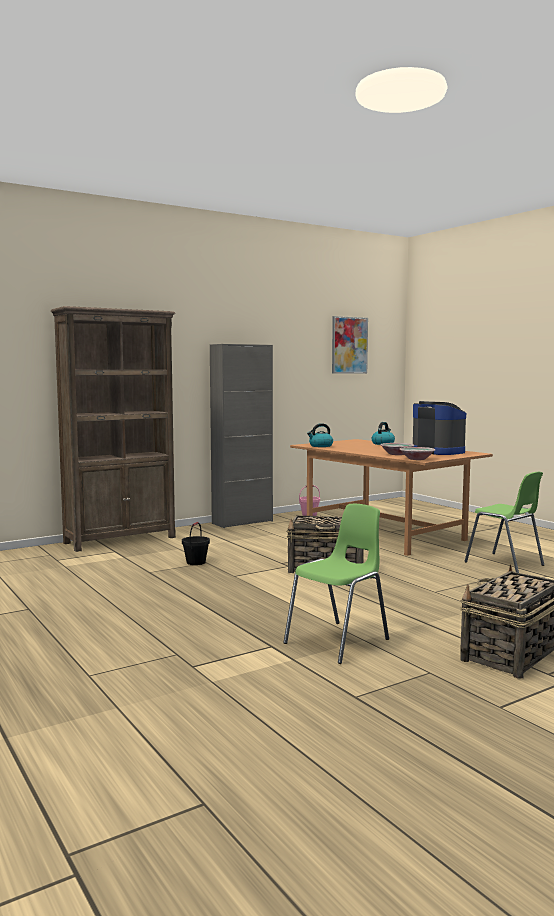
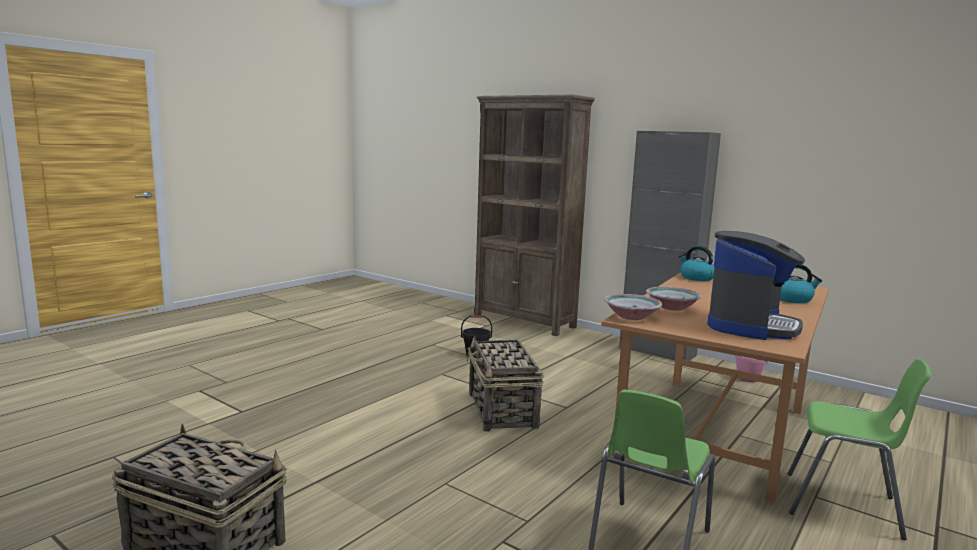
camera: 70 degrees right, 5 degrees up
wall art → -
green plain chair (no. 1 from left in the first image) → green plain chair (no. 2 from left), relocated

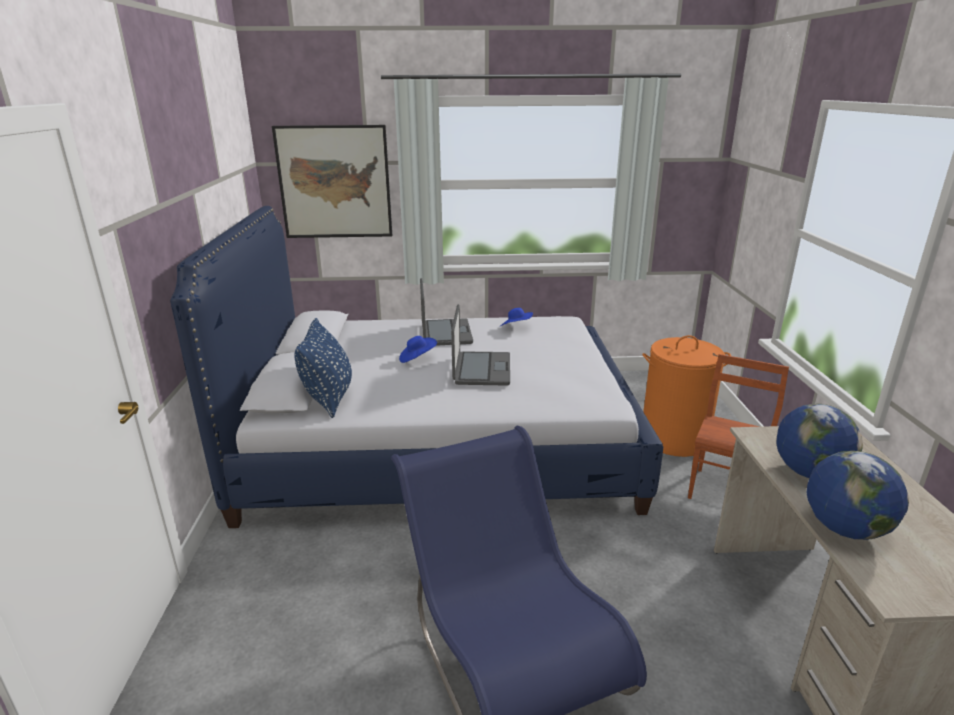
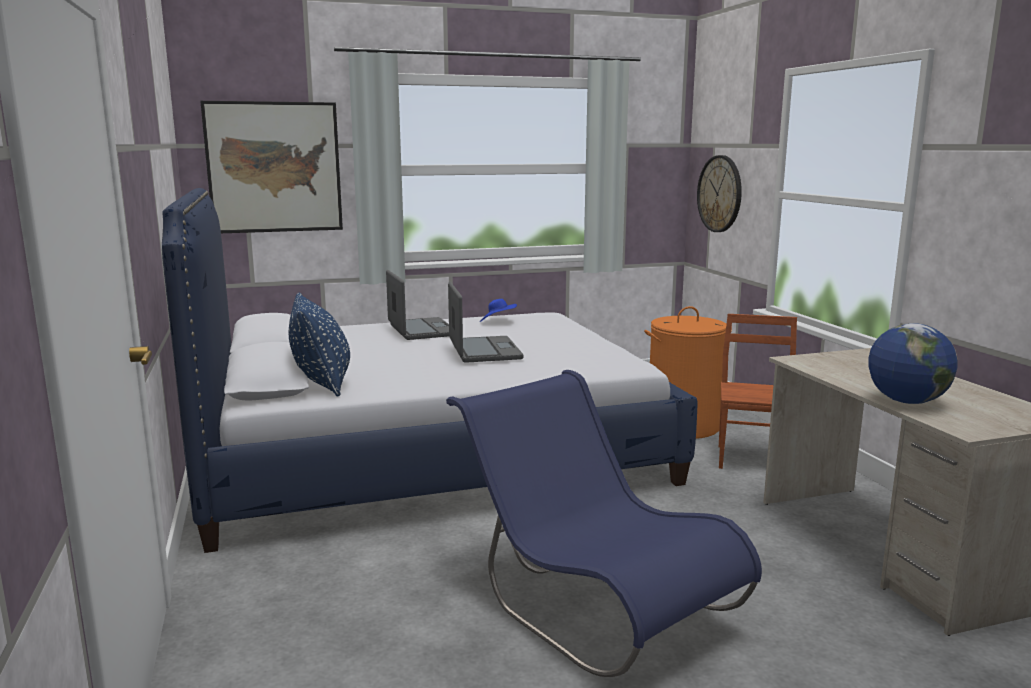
camera: 15 degrees left, 10 degrees down
blue wearable hat (no. 1 from left) → -
desk globe (no. 1 from left) → -
- → clock on the wall

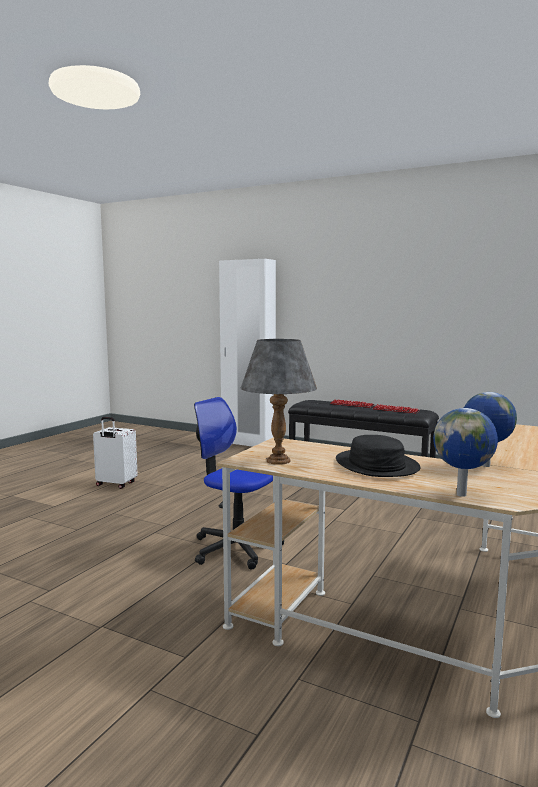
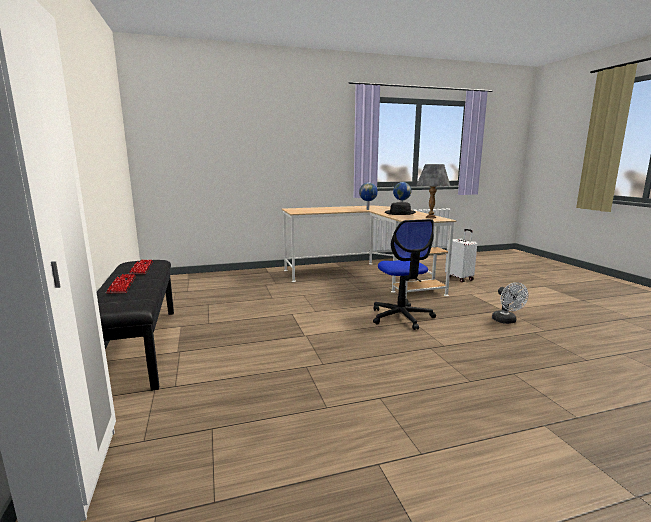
camera: 135 degrees left, 5 degrees up
whitish piece of luggage, relocated
- → whitish fan

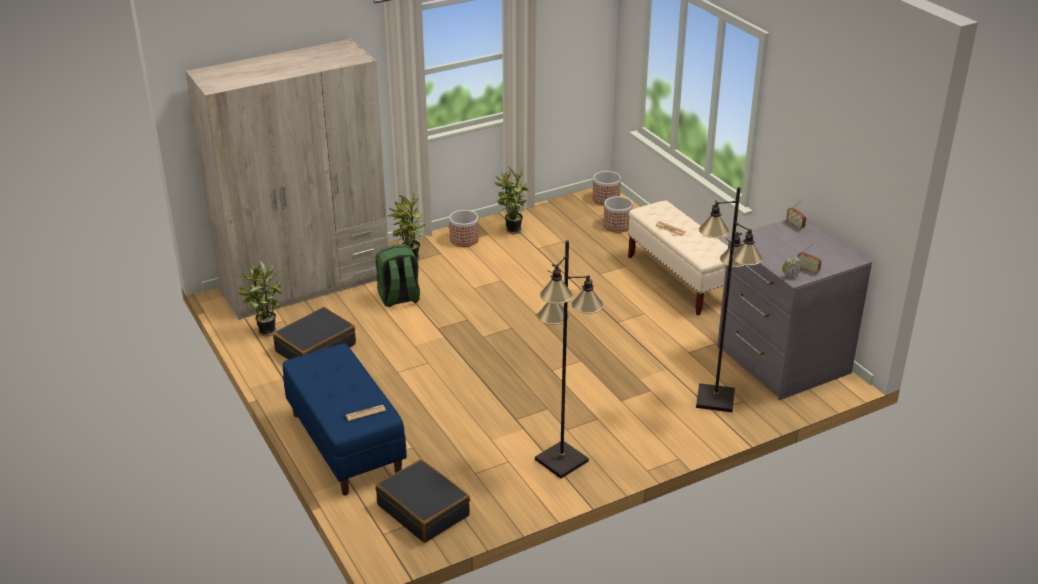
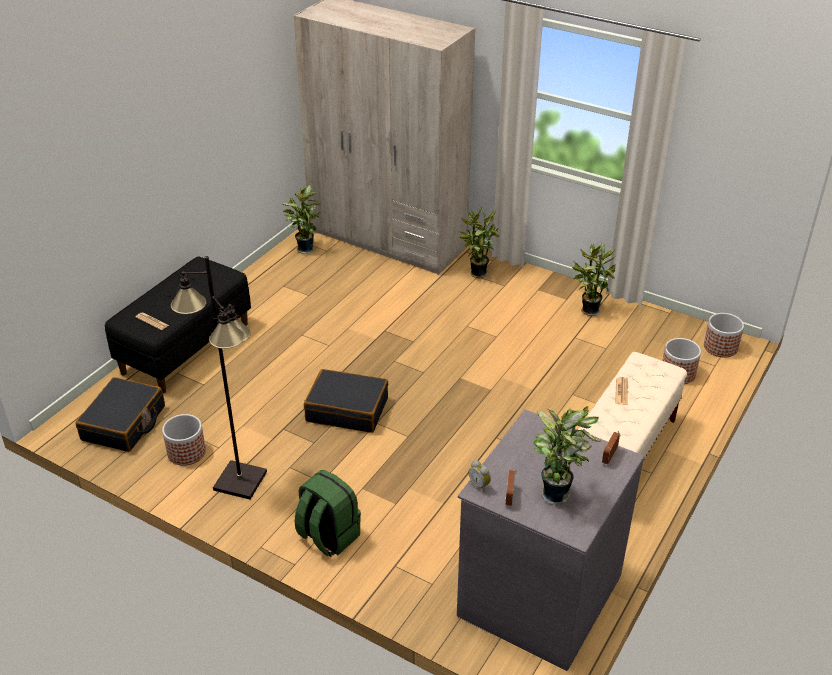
camera: 60 degrees right, 5 degrees up
black standing lamp (no. 2 from left) → -
planter (no. 1 from left), relocated
green rucksack, relocated
black piece of luggage (no. 1 from left in the first image) → black piece of luggage (no. 2 from left), relocated
blue bench → black bench
- → potted plant (no. 3 from left)

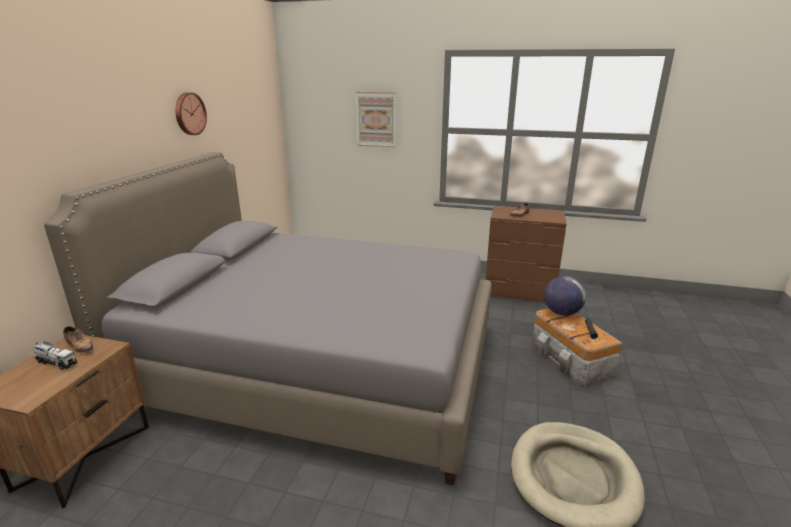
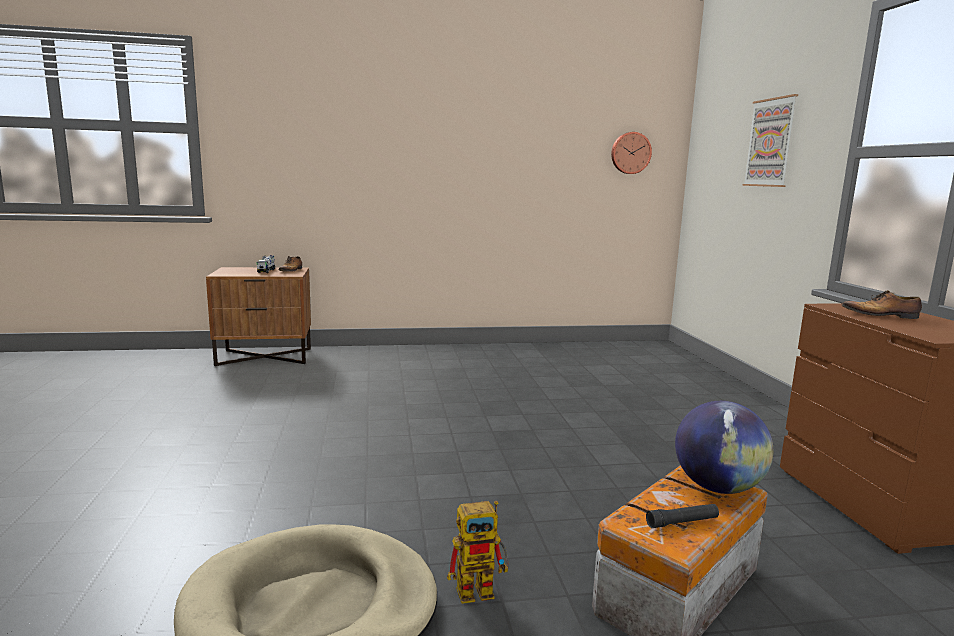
camera: 65 degrees right, 10 degrees down
clock on the wall, relocated
gray sleeping bed → -
- → model robot

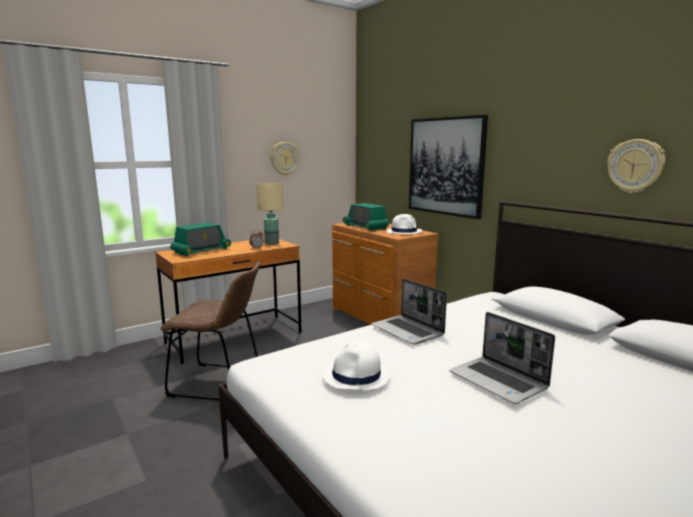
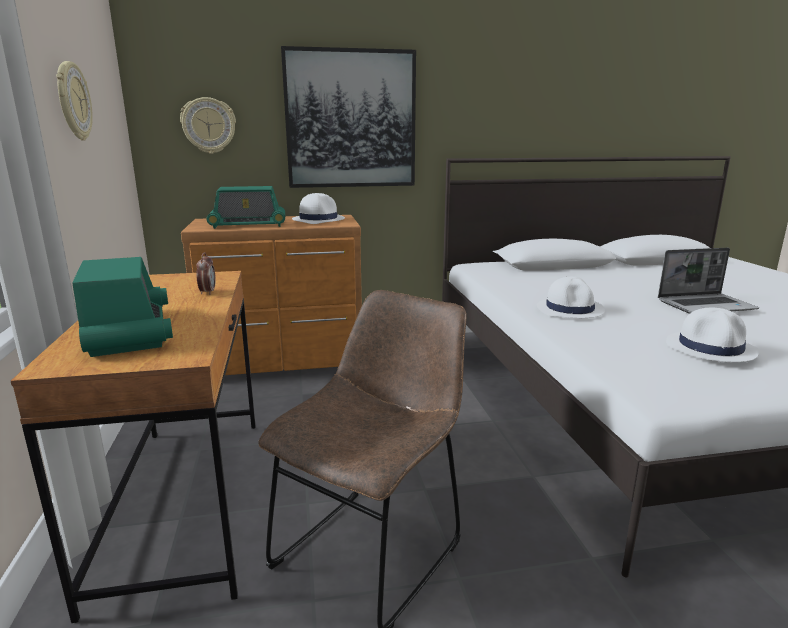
camera: 65 degrees left, 5 degrees up
clock on the wall (no. 2 from left), relocated
beige-coloured tabletop lamp → -
notebook computer (no. 1 from left) → whitish wearable hat (no. 2 from left)

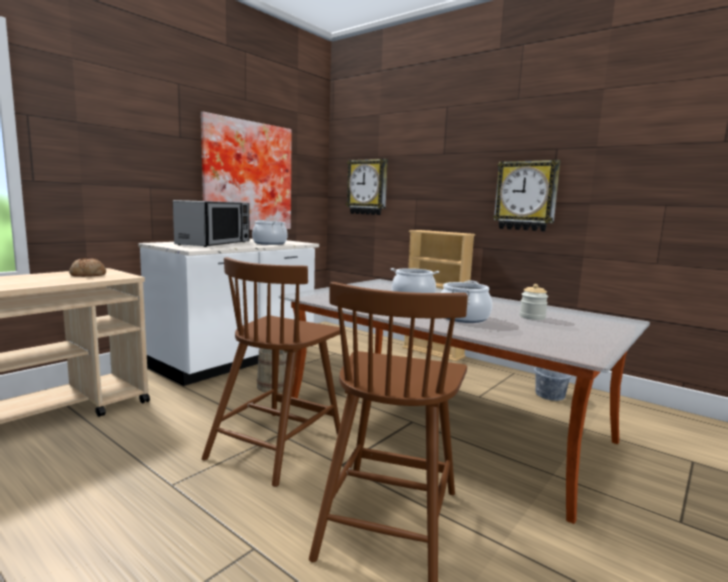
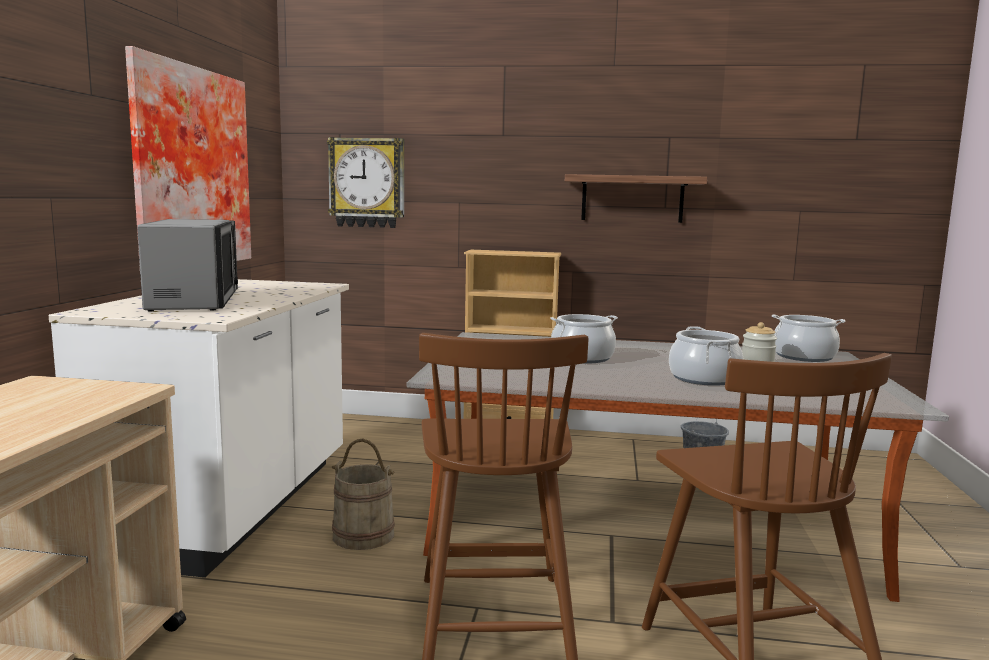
camera: 30 degrees left, 0 degrees up
clock on the wall (no. 2 from left) → bracket shelf
stockpot (no. 1 from left in the first image) → stockpot (no. 3 from left), relocated
bakery bread → -

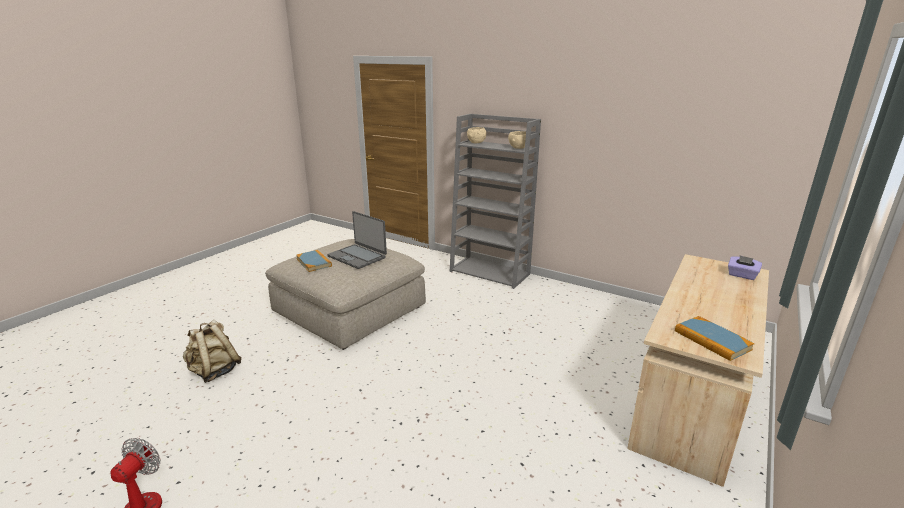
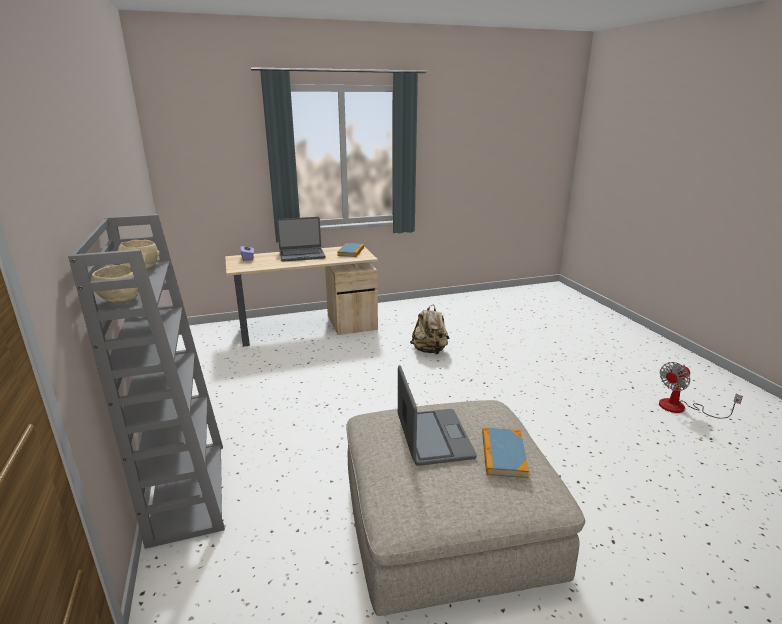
camera: 140 degrees left, 0 degrees up
beige-coloured rucksack, relocated
- → notebook computer (no. 1 from left)

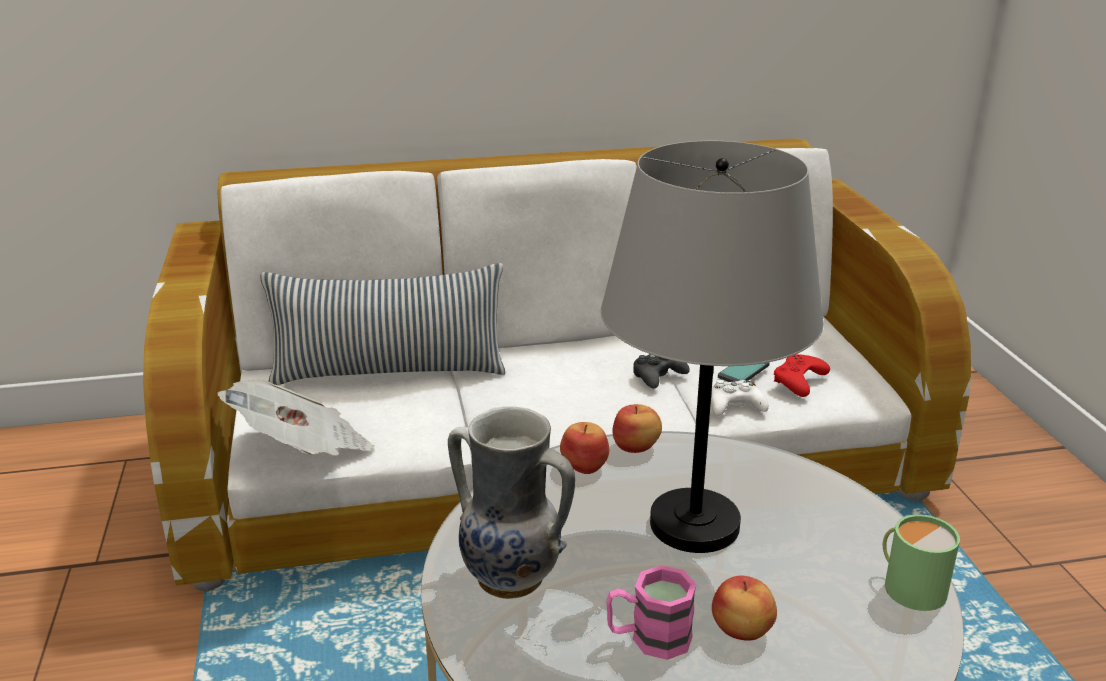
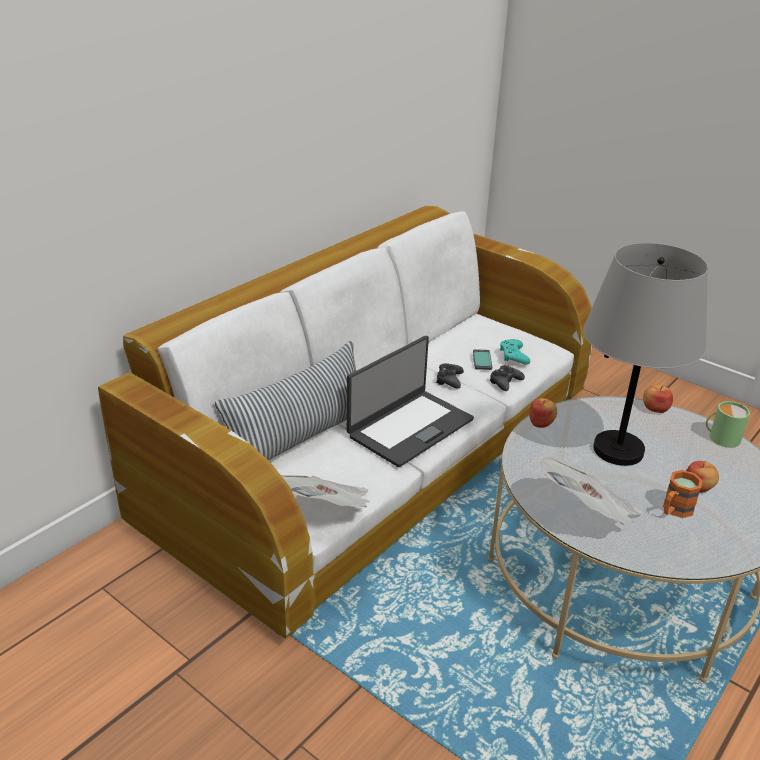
camera: 40 degrees left, 5 degrees up
red-coloured gamepad → turquoise-coloured gamepad
whitish gamepad → black gamepad (no. 2 from left)
decorative vase → daily paper (no. 2 from left)
apple (no. 1 from left in the first image) → apple (no. 2 from left), relocated
pinkish mug → orange-coloured mug
- → notebook computer

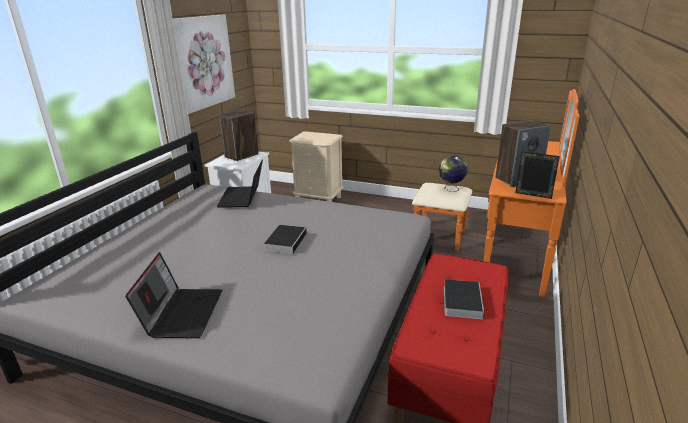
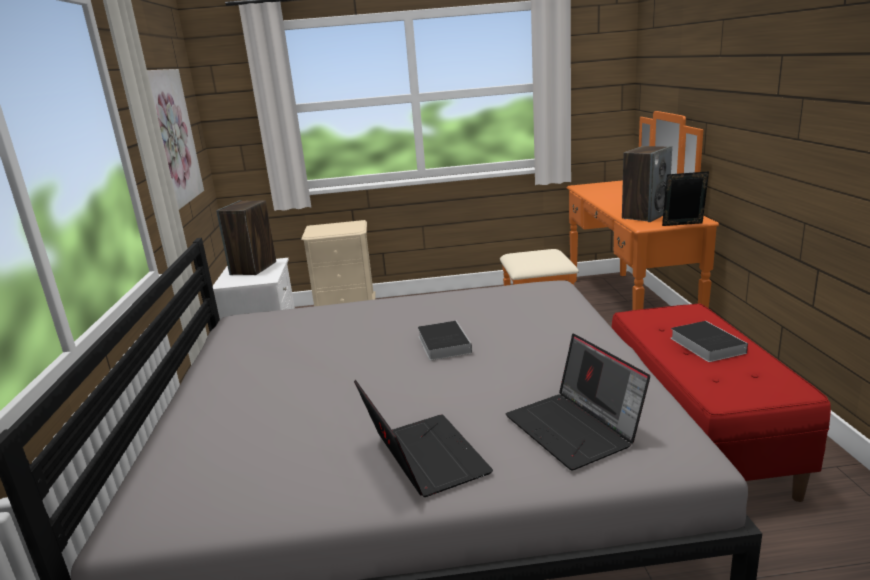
camera: 25 degrees left, 5 degrees down
desk globe → -
notebook computer (no. 2 from left), relocated

